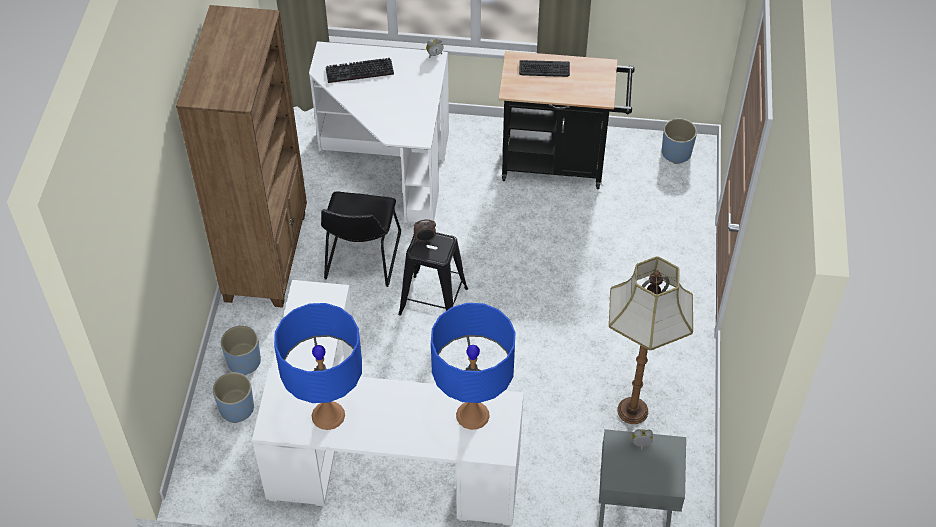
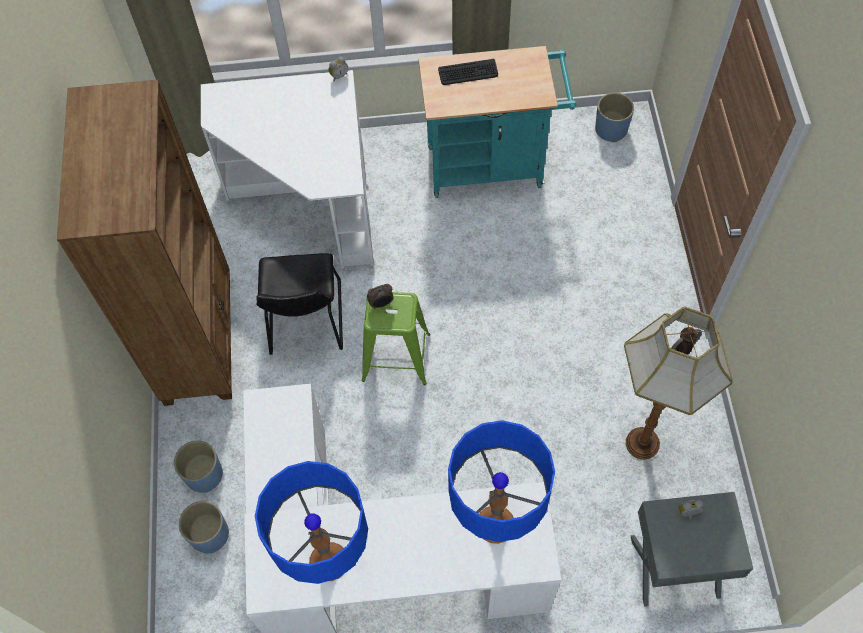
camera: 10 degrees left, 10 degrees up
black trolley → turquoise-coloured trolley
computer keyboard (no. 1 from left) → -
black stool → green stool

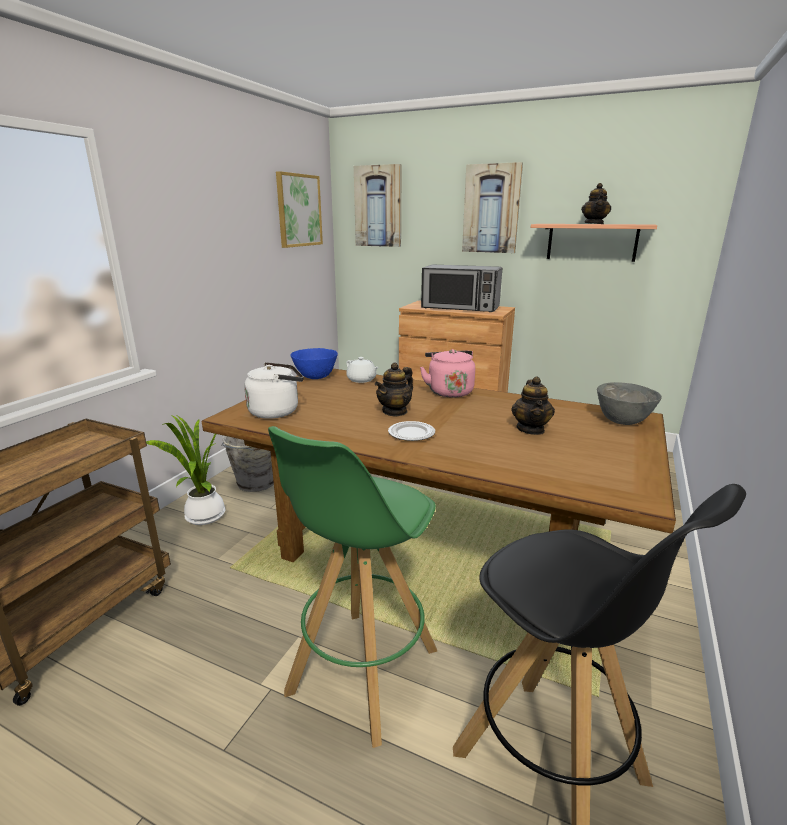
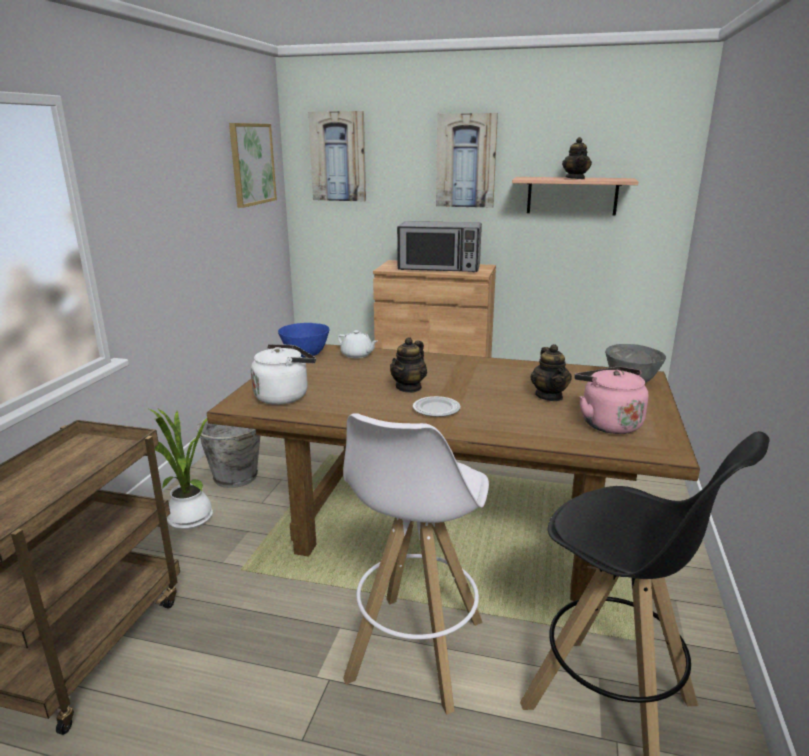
camera: 10 degrees left, 0 degrees up
pinkish kettle, relocated
green stool → whitish stool

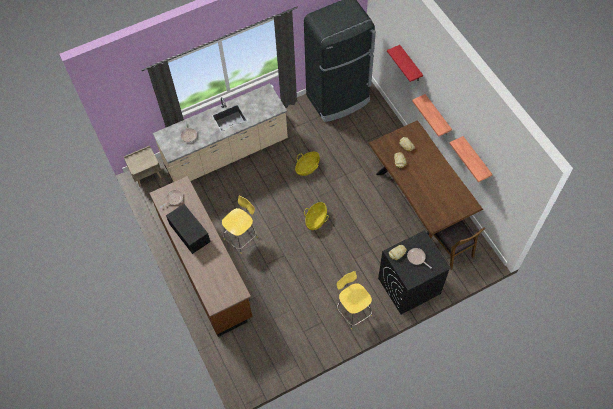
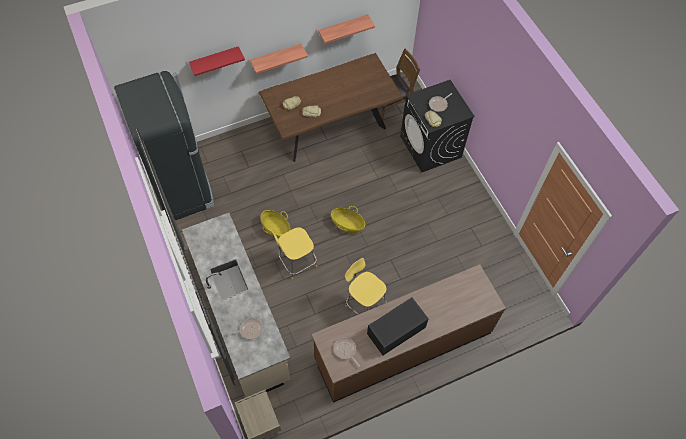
camera: 90 degrees left, 0 degrees up
yellowish stool (no. 2 from left in the first image) → yellowish stool (no. 1 from left), relocated

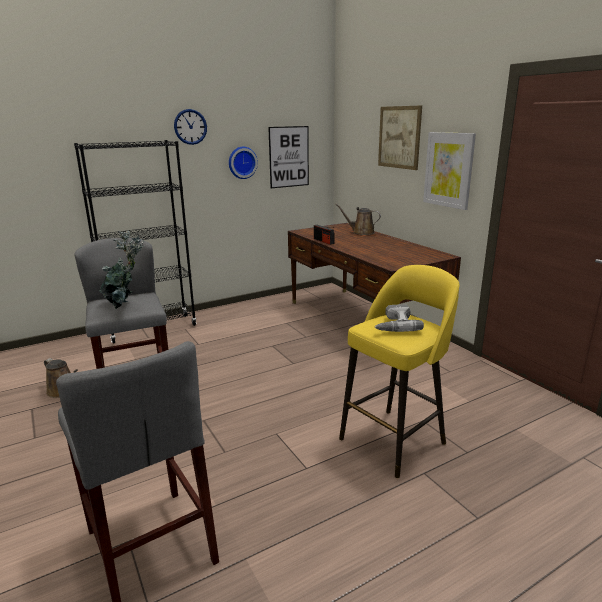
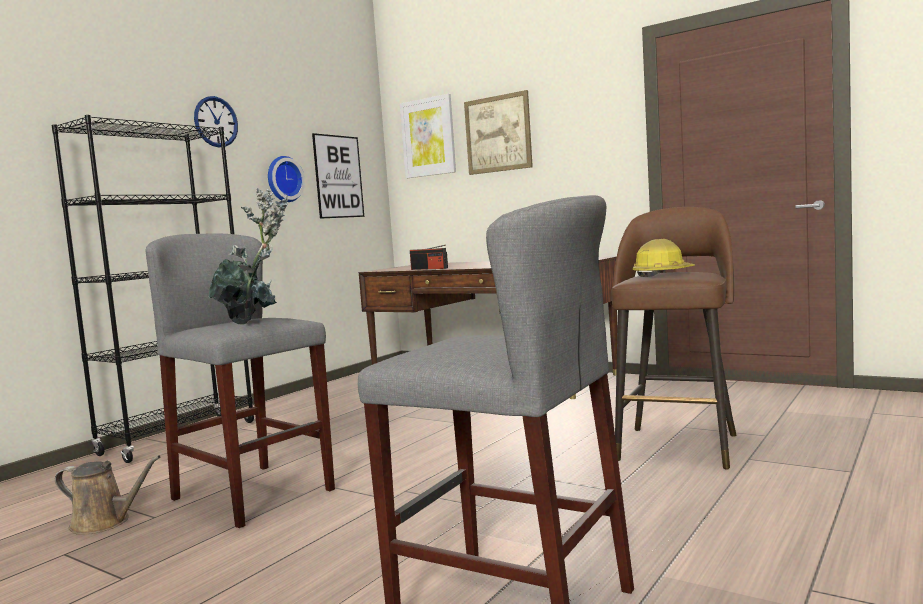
camera: 25 degrees left, 15 degrees down
wall art (no. 3 from left in the first image) → wall art (no. 2 from left), relocated
brown watering can (no. 2 from left) → -
yellowish stool → brown stool
drill → work helmet

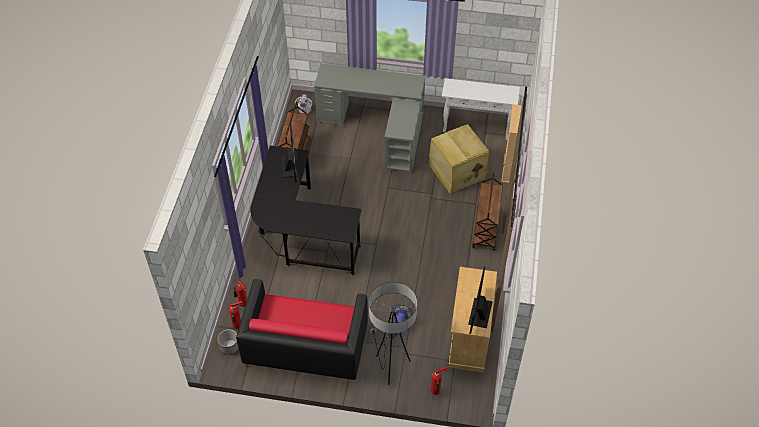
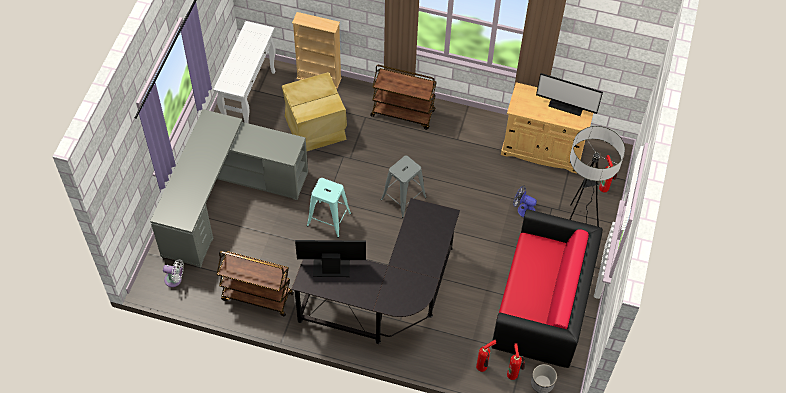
camera: 85 degrees left, 5 degrees up
- → gray stool
- → turquoise-coloured stool

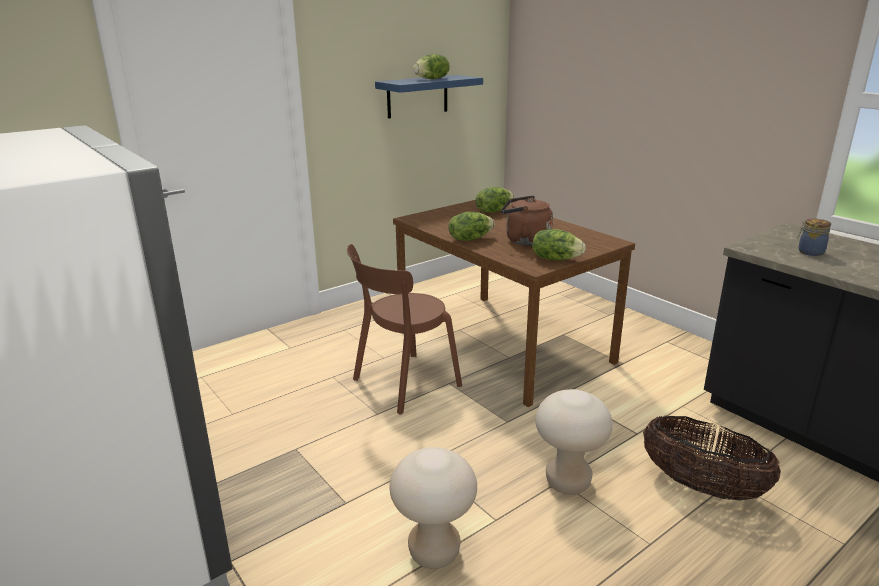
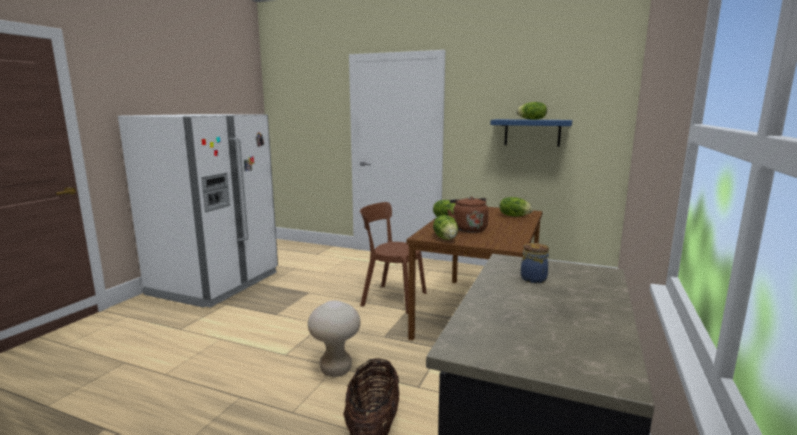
camera: 60 degrees right, 10 degrees down
beige-coloured stool (no. 1 from left) → -

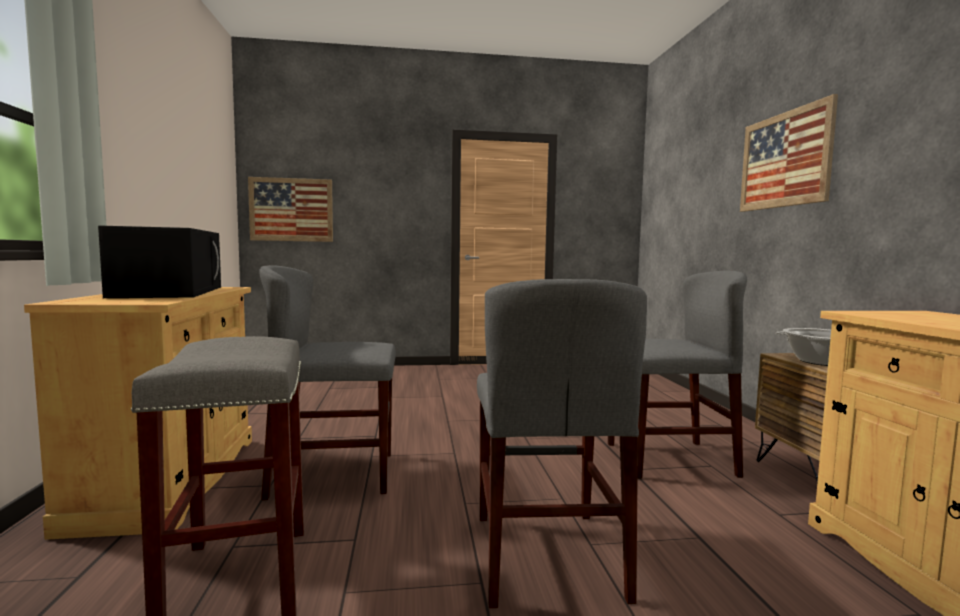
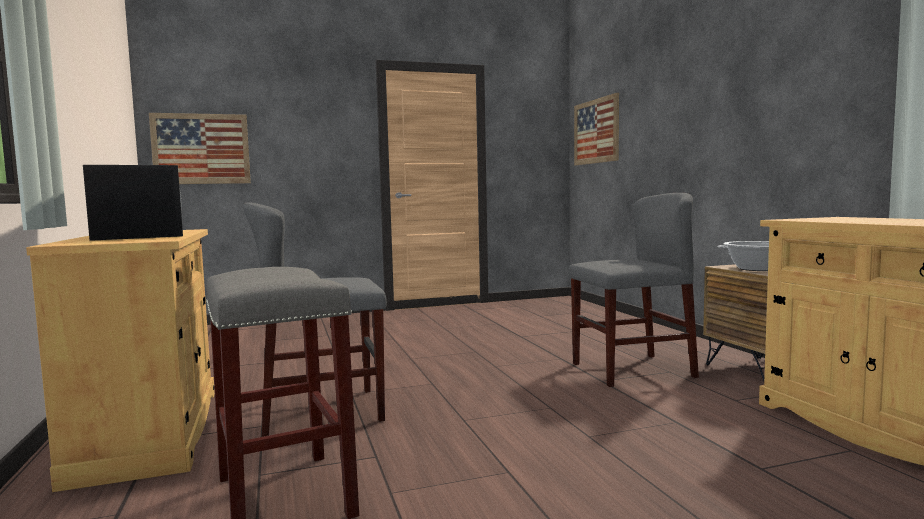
camera: 10 degrees left, 0 degrees up
wall art (no. 2 from left), relocated
gray plain chair (no. 2 from left) → -

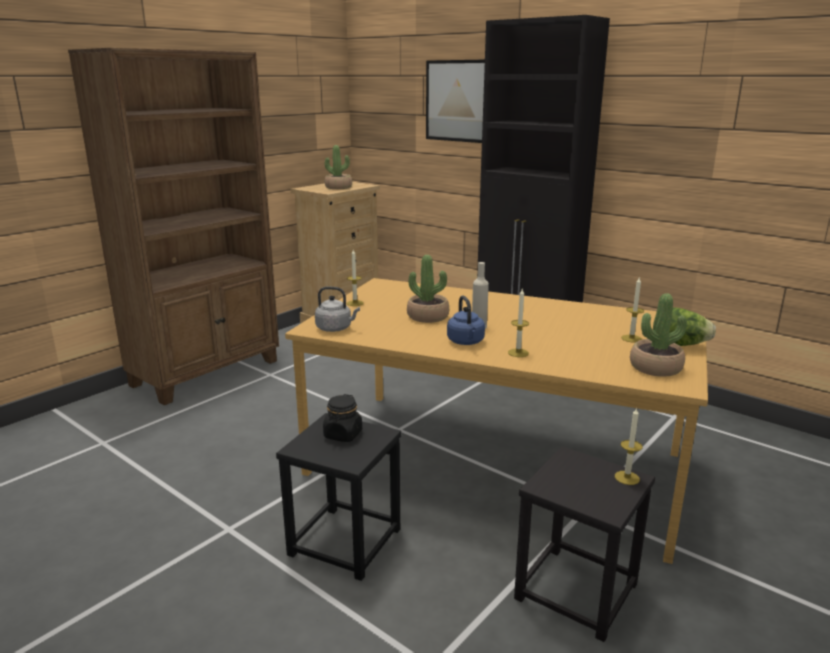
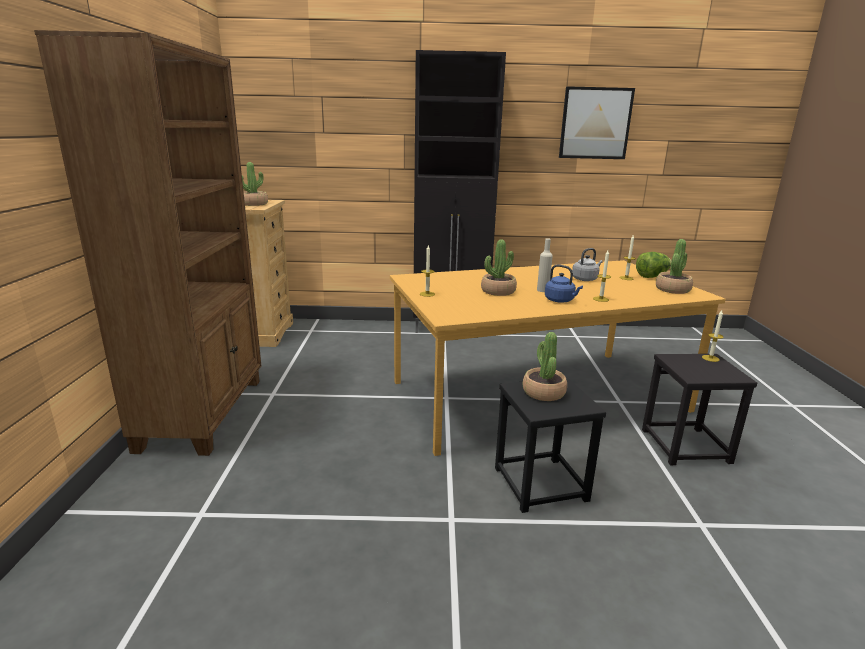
camera: 40 degrees left, 0 degrees up
wall art, relocated
gray kettle, relocated
black storage jar → potted plant (no. 3 from left)

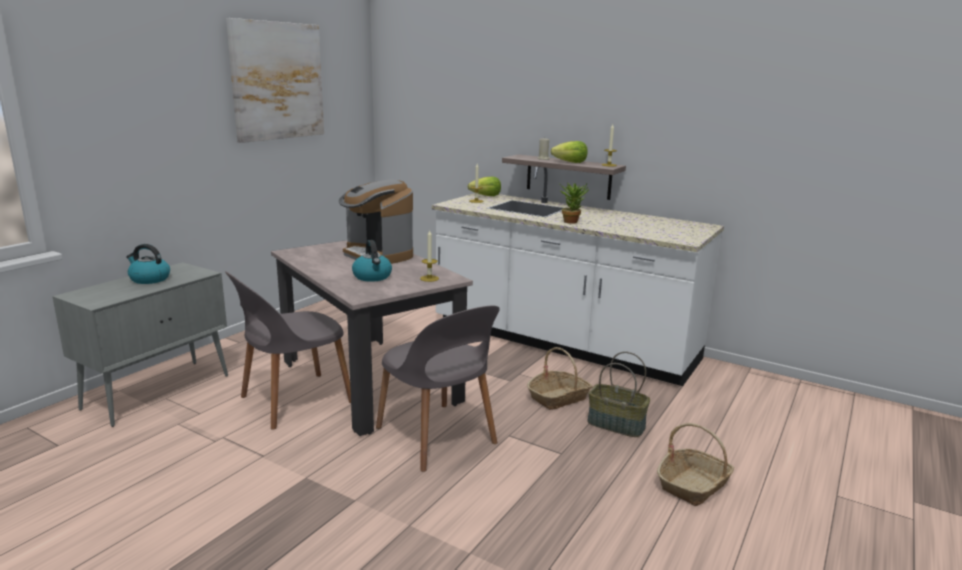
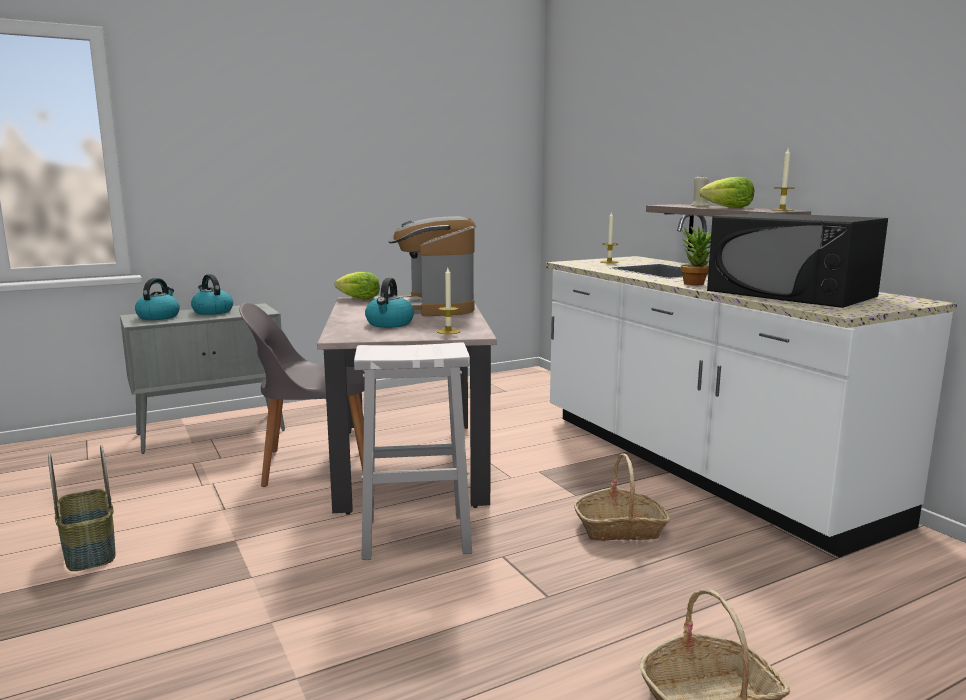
camera: 30 degrees right, 5 degrees down
wall art → -
lettuce head (no. 1 from left), relocated
gray plain chair (no. 2 from left) → whitish stool
basket (no. 2 from left in the first image) → basket (no. 1 from left), relocated
- → black microwave oven
- → kettle (no. 1 from left)

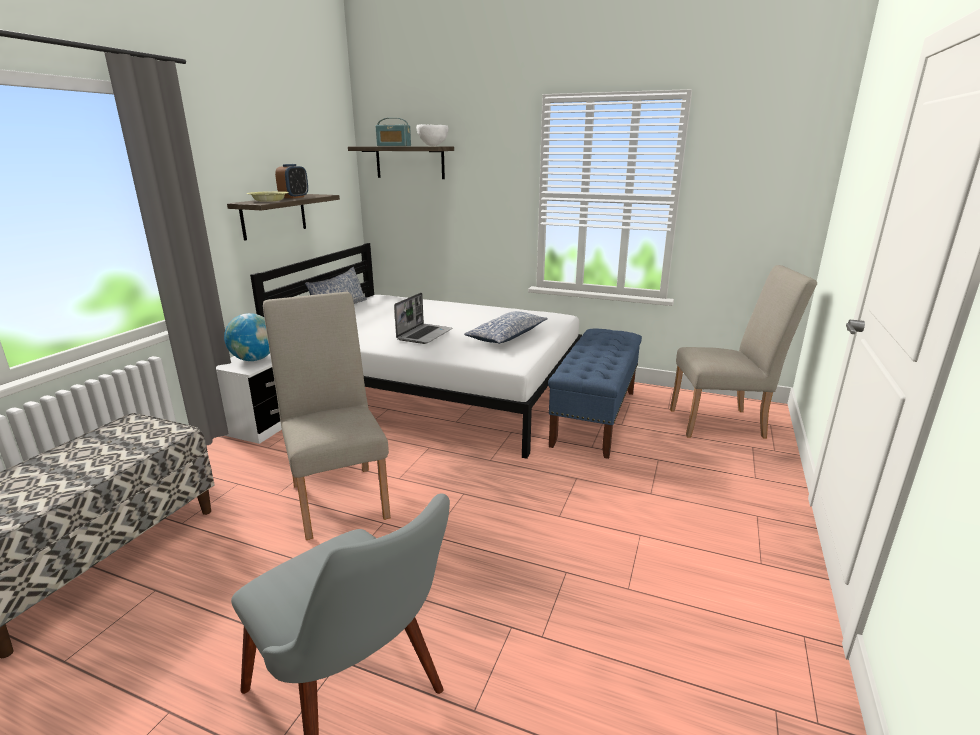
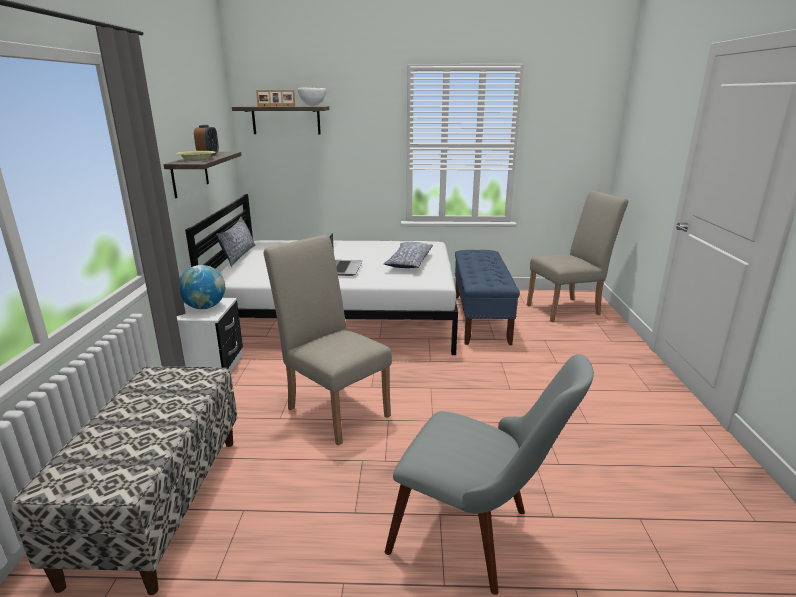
camera: 20 degrees left, 0 degrees up
radio set → picture frame

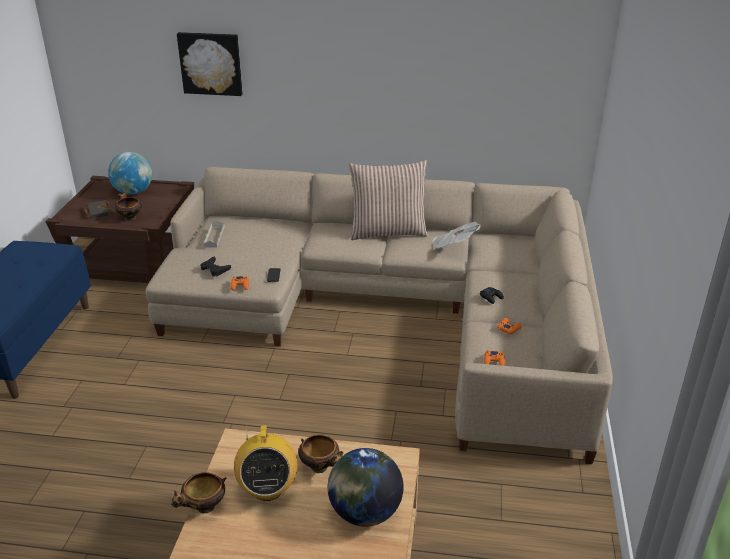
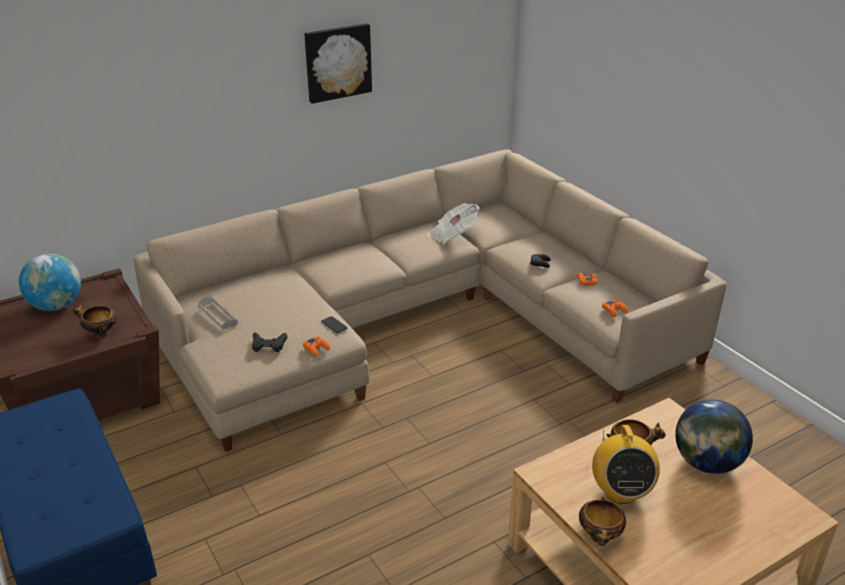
camera: 40 degrees left, 0 degrees up
wall art, relocated
cushion → -
black volume → -
radio set, 45 degrees clockwise

